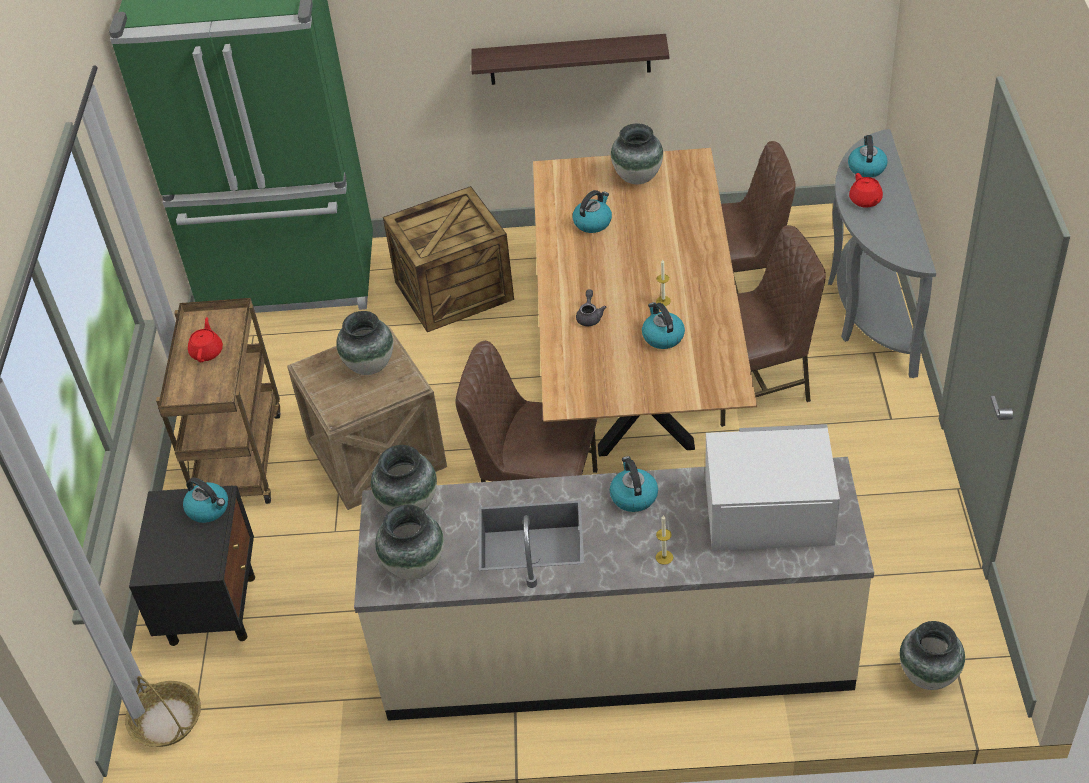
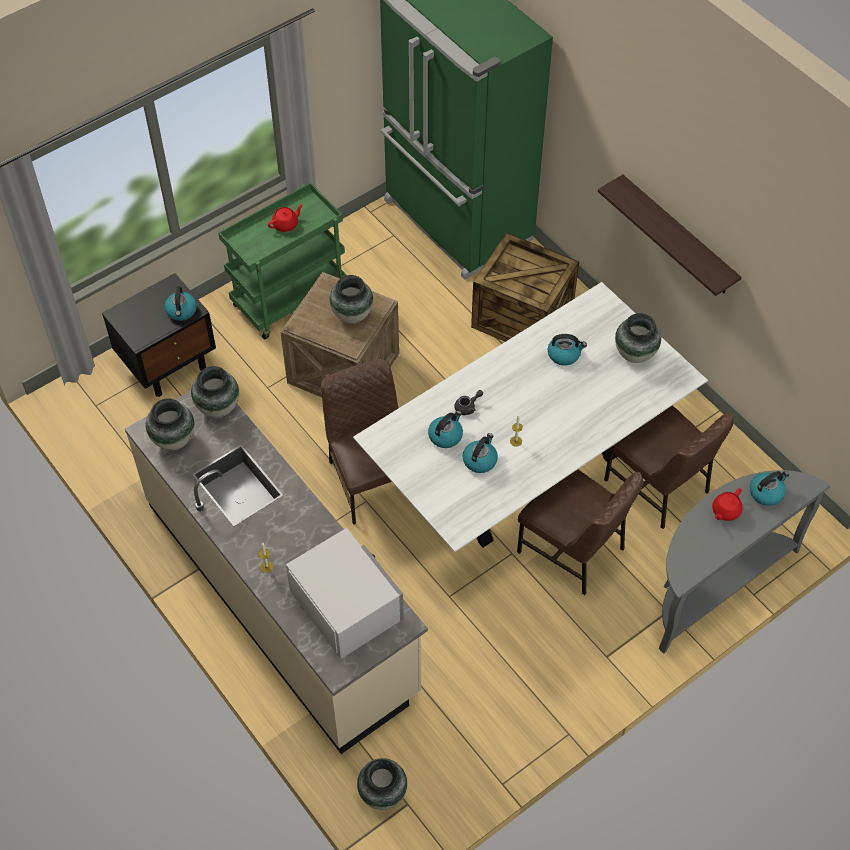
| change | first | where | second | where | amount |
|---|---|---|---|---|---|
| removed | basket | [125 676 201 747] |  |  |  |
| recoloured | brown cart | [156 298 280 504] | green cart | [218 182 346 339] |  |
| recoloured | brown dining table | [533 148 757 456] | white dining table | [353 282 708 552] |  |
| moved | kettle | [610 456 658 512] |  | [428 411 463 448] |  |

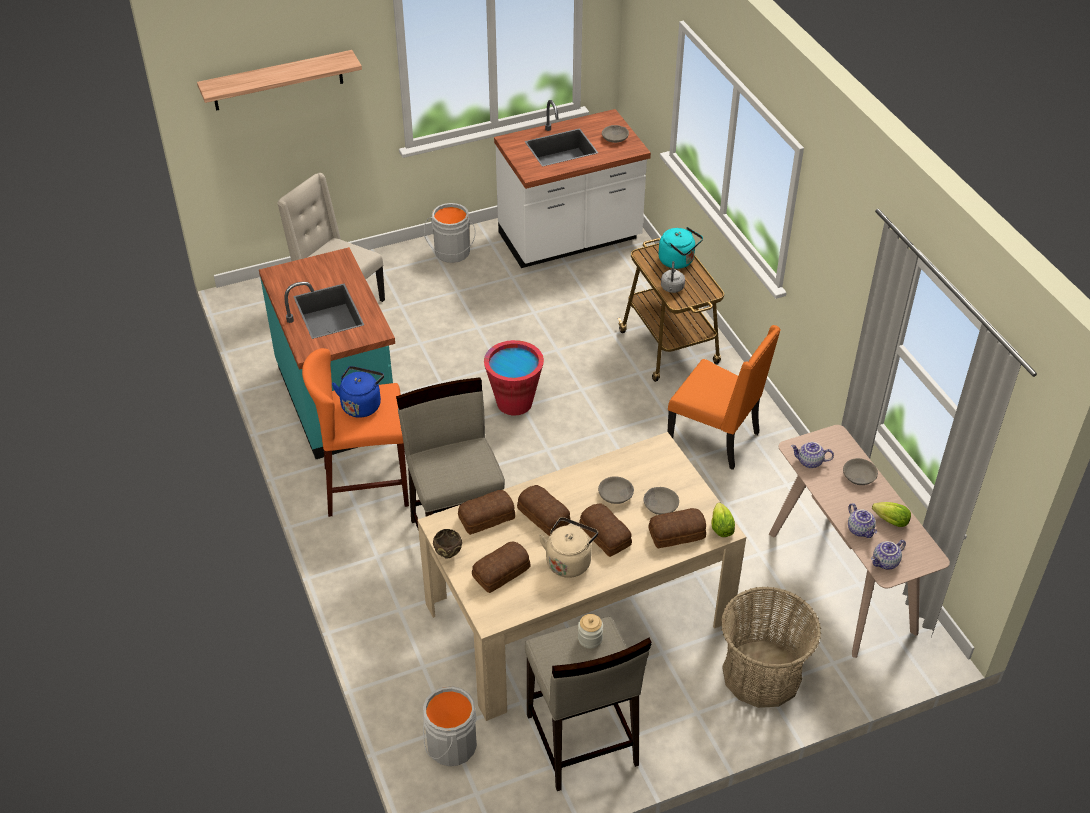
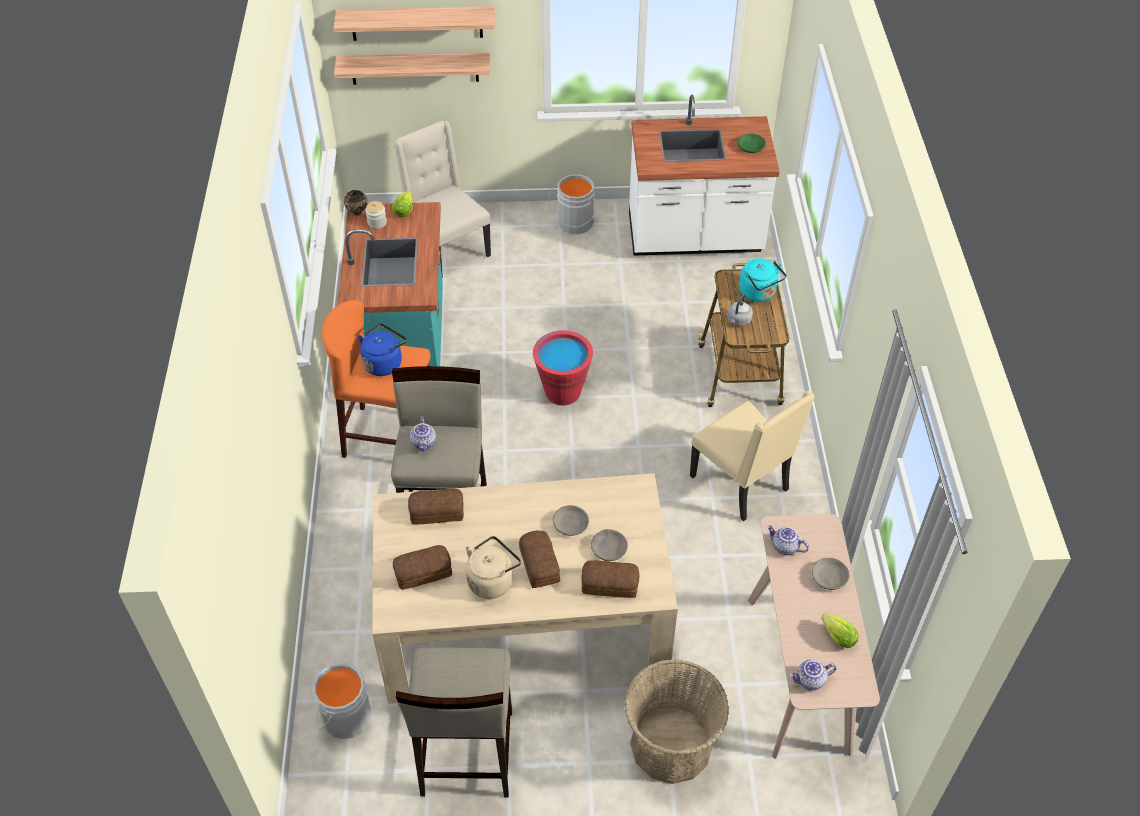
| change | first | where | second | where | amount |
|---|---|---|---|---|---|
| moved | brown bowl | [433 529 462 559] |  | [344 190 368 216] |  |
| removed | bread | [517 485 571 536] |  |  |  |
| moved | jar | [578 614 603 649] |  | [365 201 387 229] |  |
| recoloured | grey bowl | [602 125 629 143] | green bowl | [737 134 766 153] |  |
| recoloured | orange chair | [668 325 781 470] | beige chair | [690 390 815 521] |  |
| moved | lettuce | [712 503 735 537] |  | [392 191 413 217] |  |
| moved | teapot | [848 503 877 538] |  | [410 416 436 452] |  |
| added |  |  | shelf | [334 52 490 85] |  |

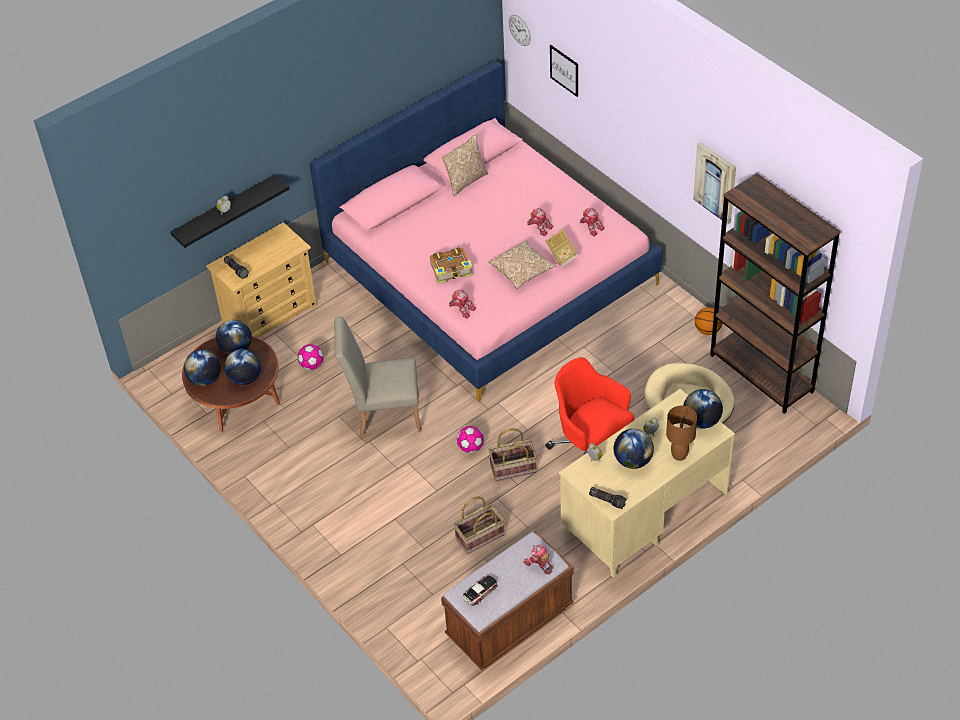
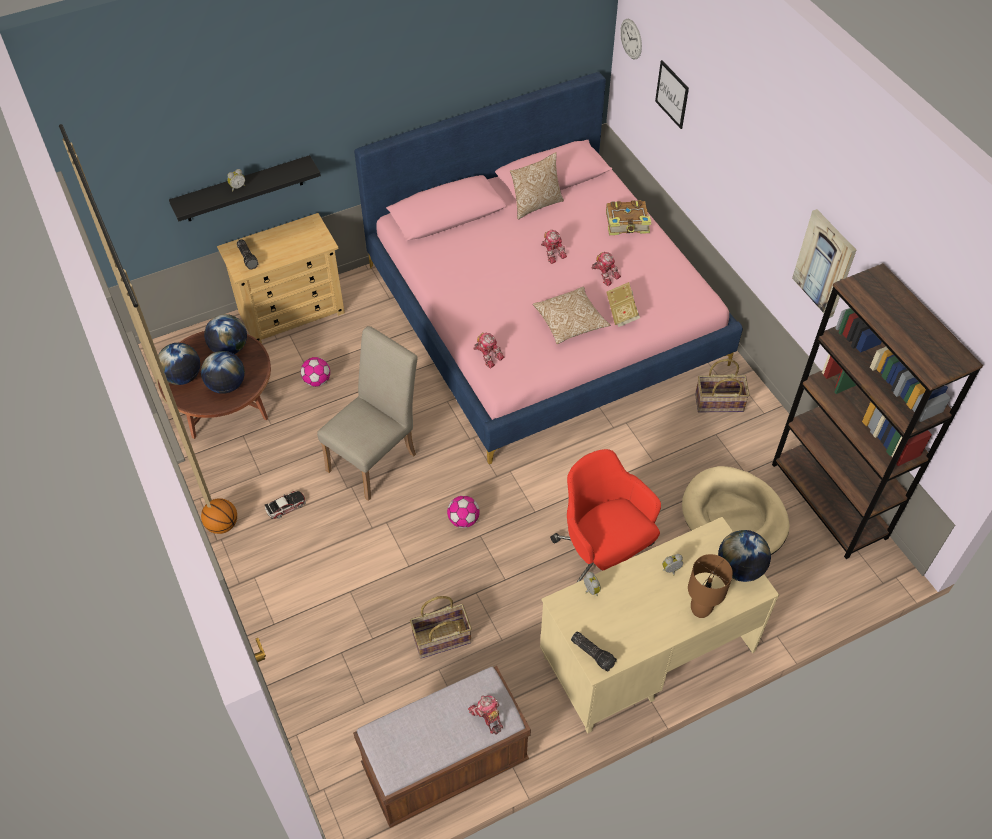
| change | first | where | second | where | amount |
|---|---|---|---|---|---|
| turned | beige chair | [334 316 421 437] |  | [317 326 418 501] | 120 degrees clockwise |
| moved | book | [430 247 473 284] |  | [606 200 651 235] |  |
| moved | toy car | [463 575 498 606] |  | [265 491 306 519] |  |
| moved | basket | [488 428 537 481] |  | [695 359 749 412] |  |
| moved | toy robot | [580 208 605 236] |  | [541 230 567 264] |  |
| removed | globe | [613 429 654 469] |  |  |  |
| moved | basketball | [695 307 723 335] |  | [201 498 237 534] |  |

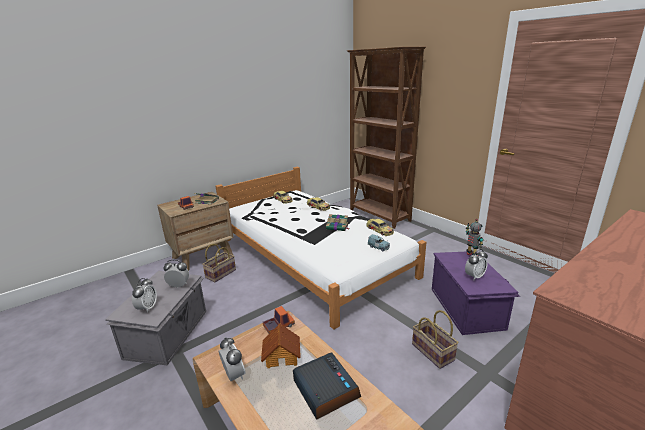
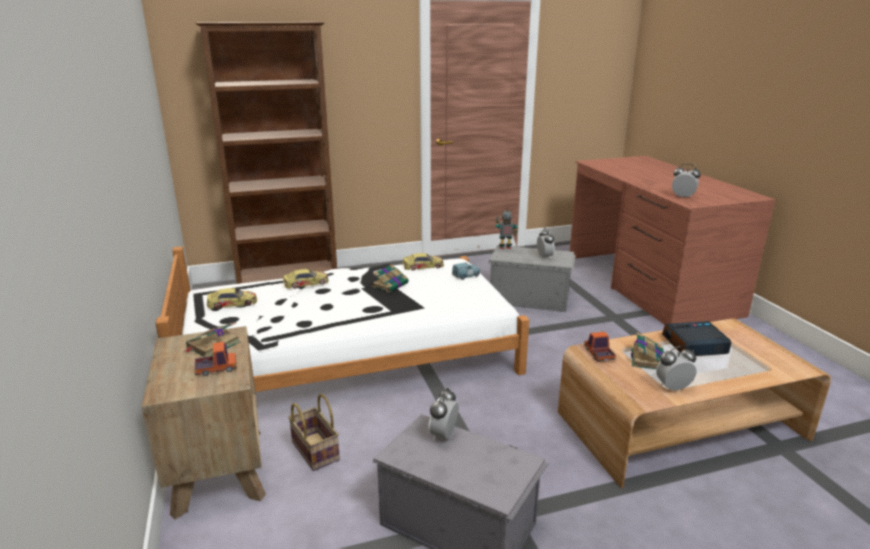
| change | first | where | second | where | amount |
|---|---|---|---|---|---|
| moved | alarm clock | [132 278 157 313] |  | [672 164 701 198] |  |
| replaced | toy house | [261 324 301 368] | book | [631 332 664 369] |  |
| removed | basket | [412 310 459 369] |  |  |  |
| recoloured | purple storage box | [432 252 520 335] | grey storage box | [488 245 575 312] |  |

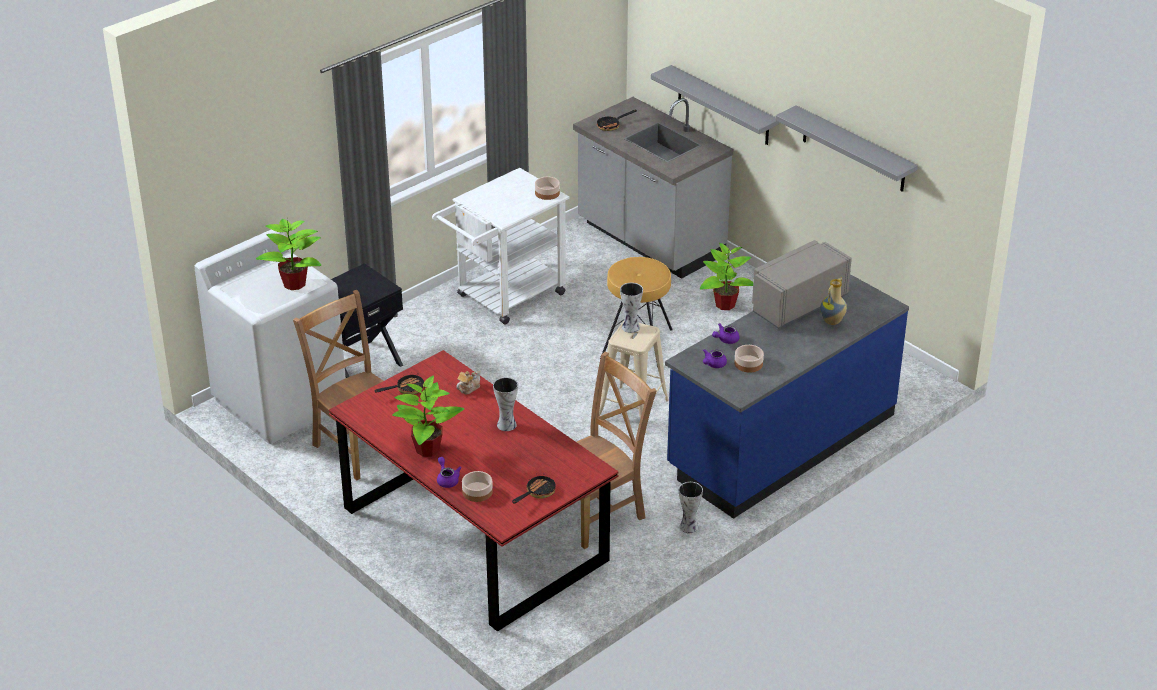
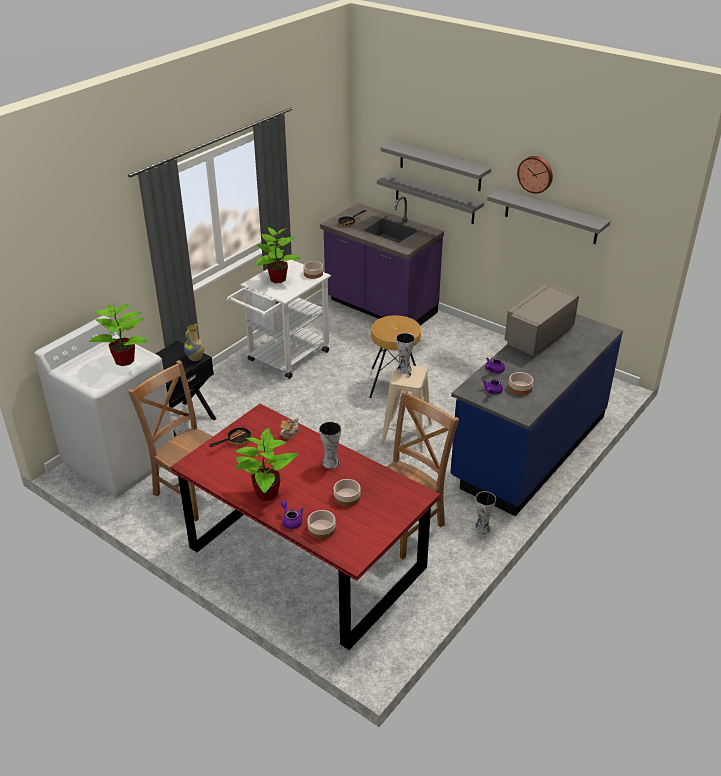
| change | first | where | second | where | amount |
|---|---|---|---|---|---|
| removed | frying pan | [512 474 556 503] |  |  |  |
| recoloured | grey counter | [573 97 733 279] | purple counter | [320 196 444 326] |  |
| moved | potted plant | [700 243 753 310] |  | [255 227 300 283] |  |
| moved | vase | [820 278 847 325] |  | [184 324 205 361] |  |
| added |  |  | bowl | [334 479 361 507] |  |
| added |  |  | grey shelf | [381 141 491 191] |  |
| added |  |  | wall clock | [517 156 553 194] |  |

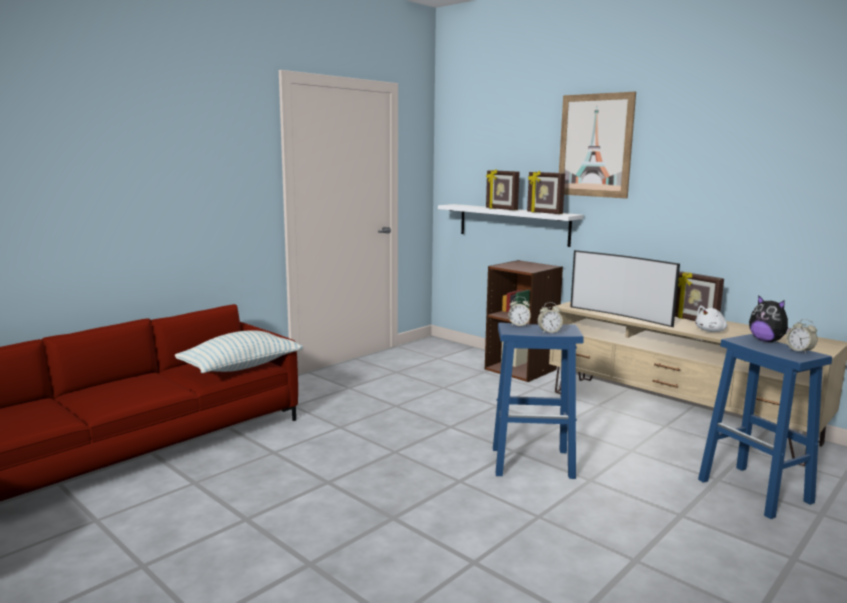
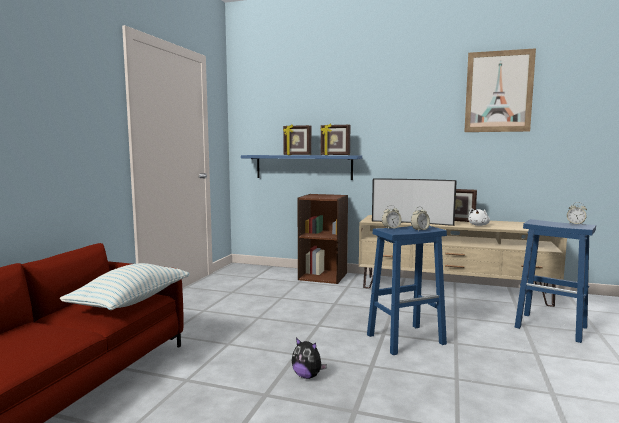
| change | first | where | second | where | amount |
|---|---|---|---|---|---|
| recoloured | white shelf | [438 204 583 247] | blue shelf | [241 155 362 180] |  |
| moved | picture | [559 92 636 199] |  | [464 48 536 132] |  |
| moved | plush toy | [749 295 791 342] |  | [292 338 327 379] |  |

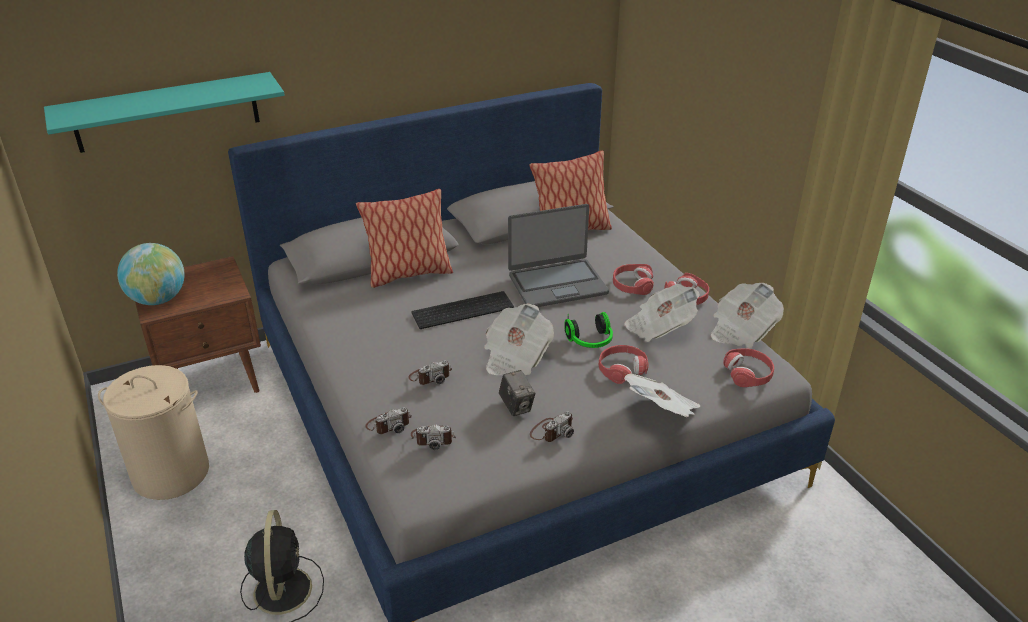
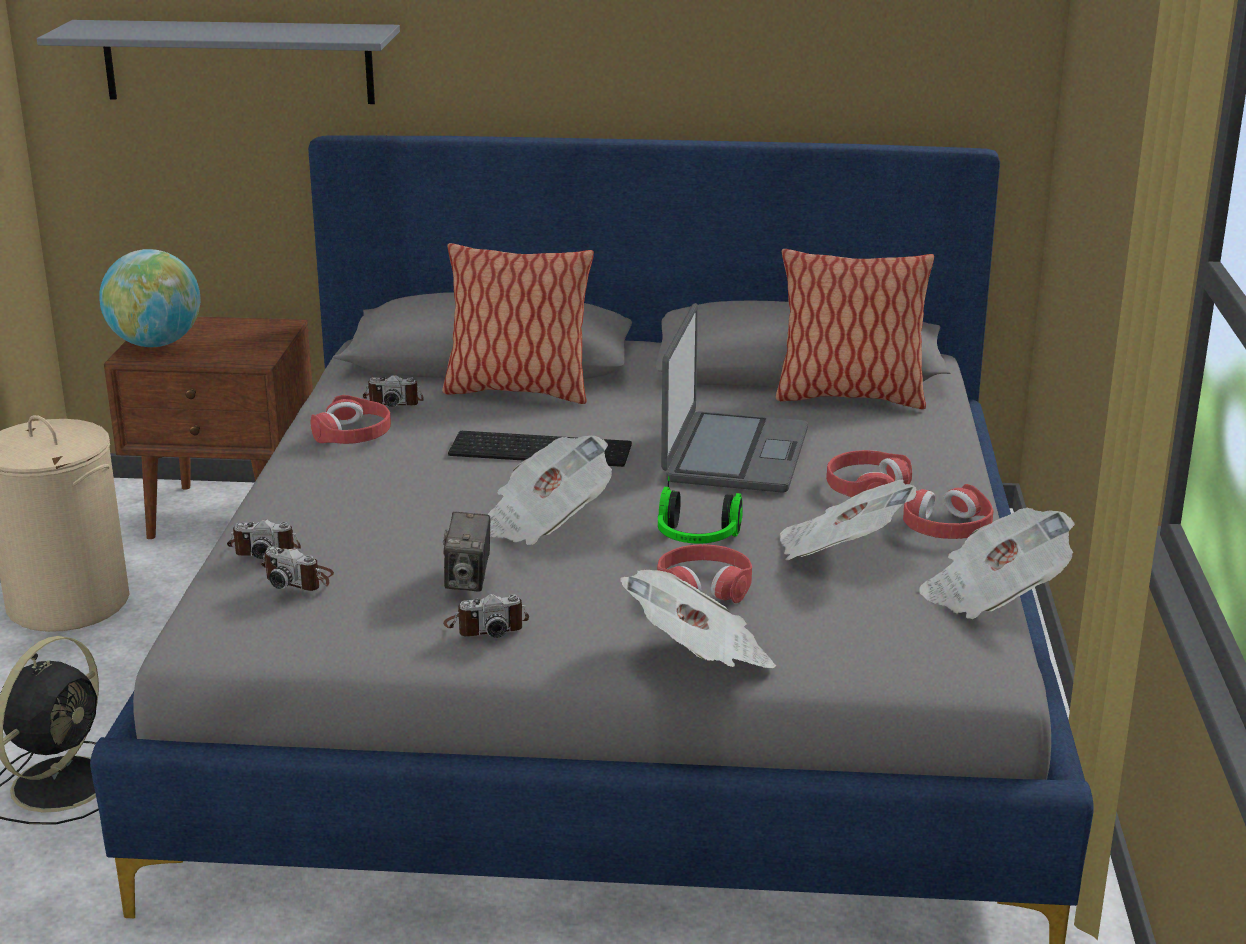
| change | first | where | second | where | amount |
|---|---|---|---|---|---|
| recoloured | turquoise shelf | [44 72 285 153] | grey shelf | [37 20 400 104] |  |
| moved | photo camera | [408 360 452 385] |  | [363 375 424 407] |  |
| turned | laptop | [508 204 609 307] |  | [661 303 808 493] | 90 degrees counterclockwise |
| moved | red headphones | [723 348 774 387] |  | [310 395 391 444] |  |

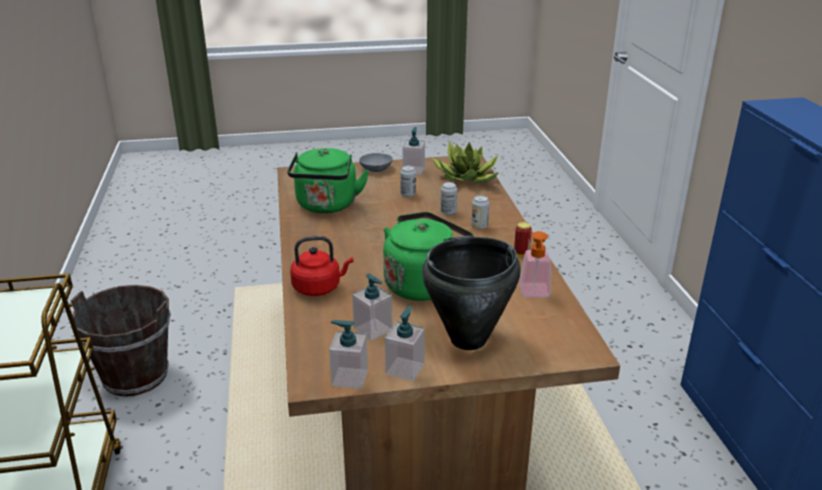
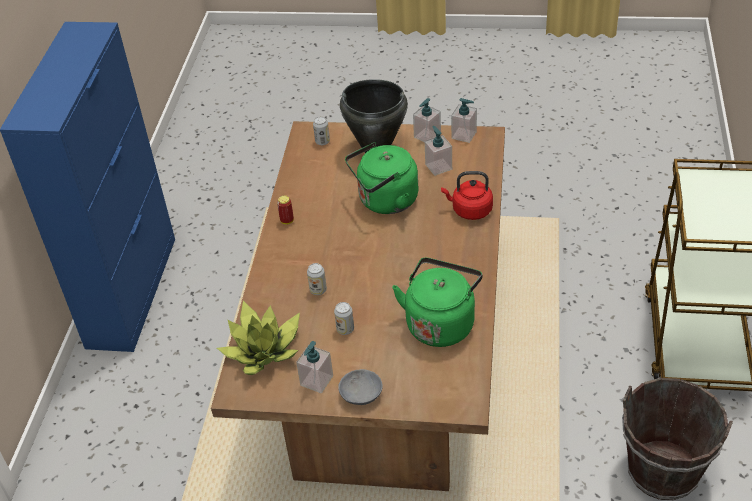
| change | first | where | second | where | amount |
|---|---|---|---|---|---|
| moved | can | [471 195 489 229] |  | [313 116 330 145] |  |
| removed | soap dispenser | [519 231 551 297] |  |  |  |

